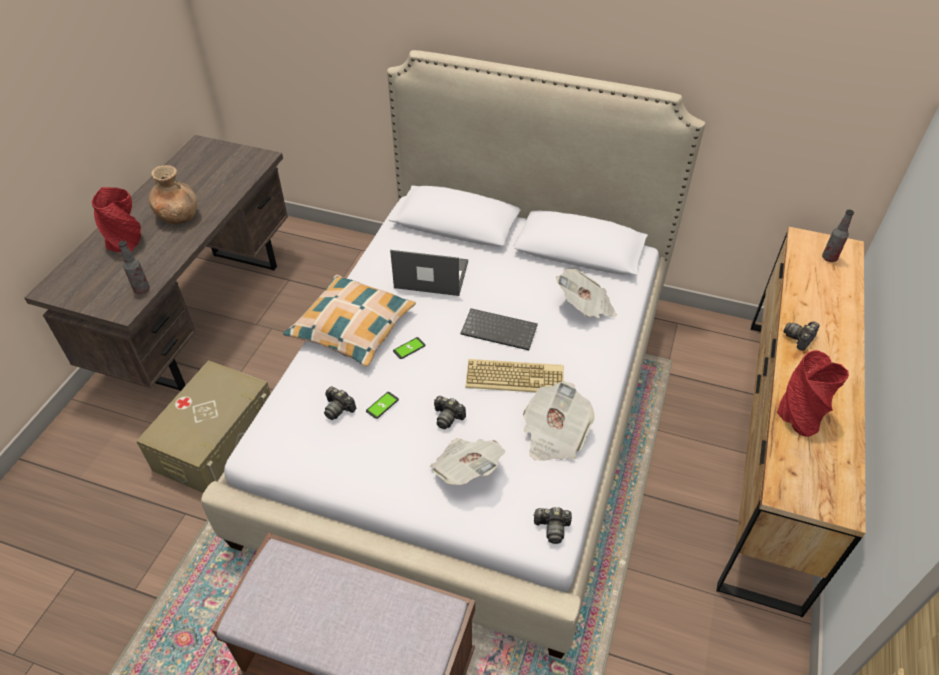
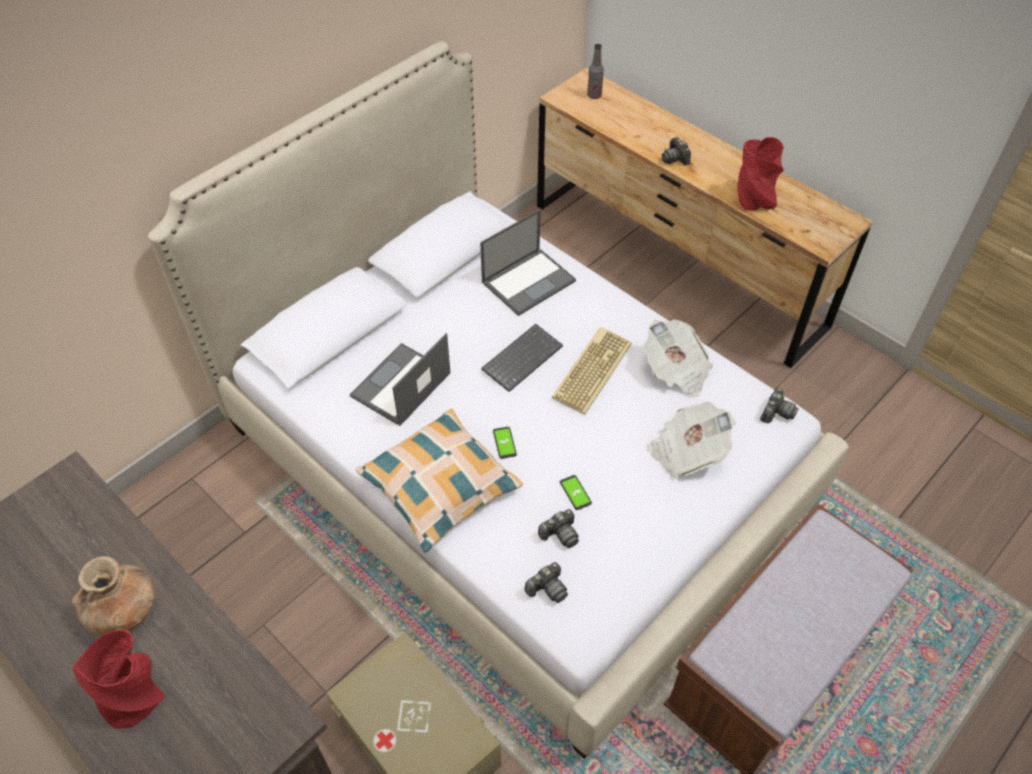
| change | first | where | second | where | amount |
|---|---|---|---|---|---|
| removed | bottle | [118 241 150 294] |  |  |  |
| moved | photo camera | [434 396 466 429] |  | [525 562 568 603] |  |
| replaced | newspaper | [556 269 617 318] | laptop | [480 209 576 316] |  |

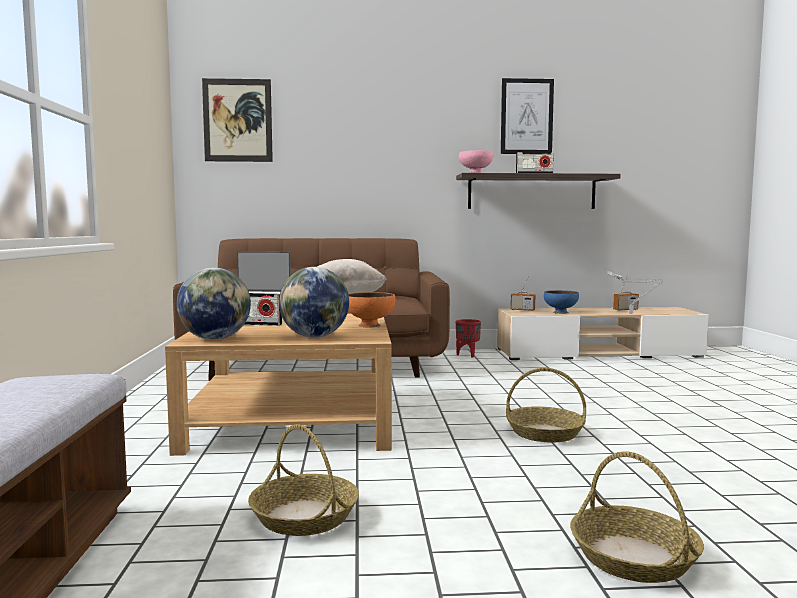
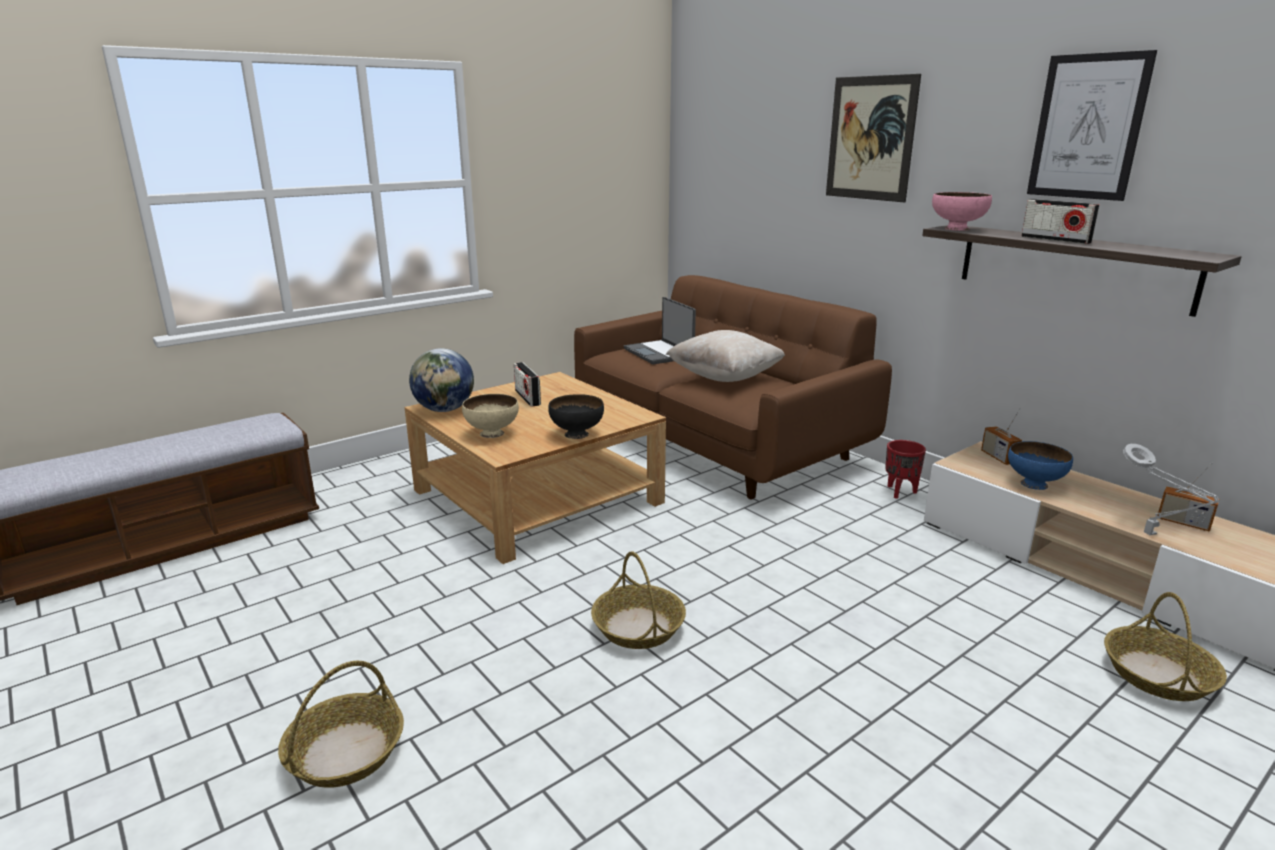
| change | first | where | second | where | amount |
|---|---|---|---|---|---|
| moved | picture | [202 78 273 162] |  | [826 74 921 202] |  |
| moved | basket | [248 424 359 536] |  | [1104 592 1227 701] |  |
| replaced | globe | [279 267 349 338] | beige bowl | [462 394 519 438] |  |
| recoloured | orange bowl | [348 292 395 327] | black bowl | [548 394 604 439] |  |

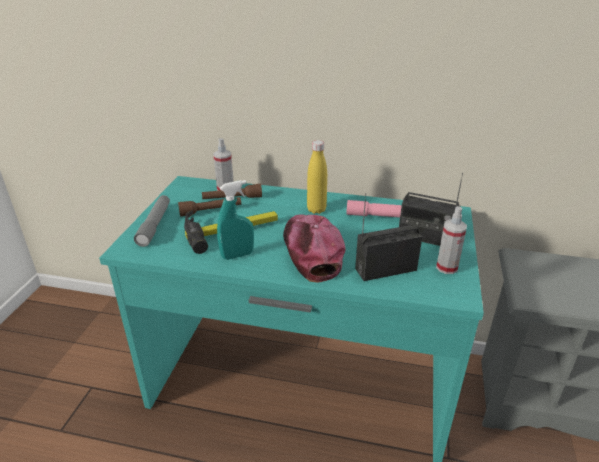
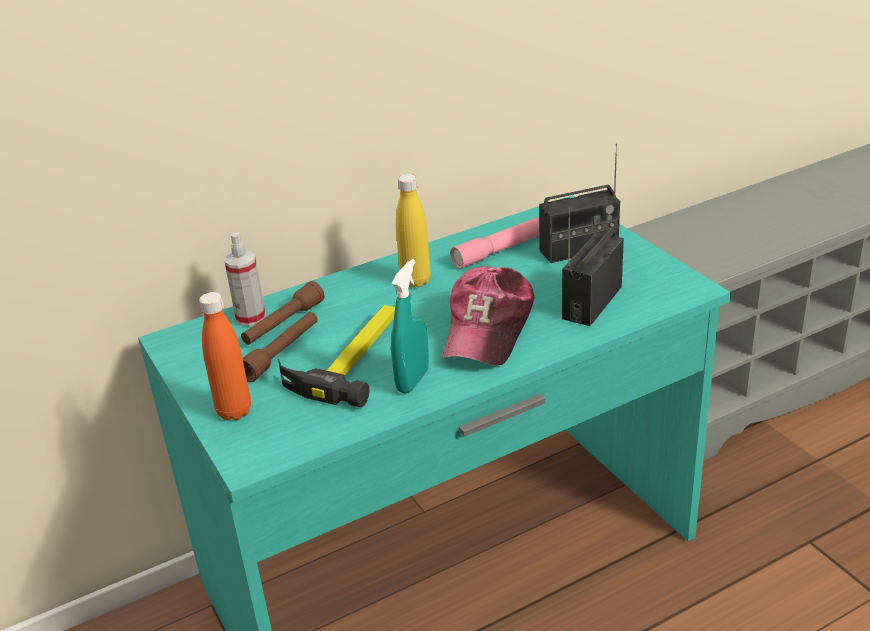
| change | first | where | second | where | amount |
|---|---|---|---|---|---|
| replaced | grey flashlight | [134 195 170 247] | orange bottle | [199 292 251 421] |  |
| turned | cap | [283 214 345 283] |  | [442 266 534 365] | 105 degrees counterclockwise |
| removed | spray bottle | [436 206 467 274] |  |  |  |

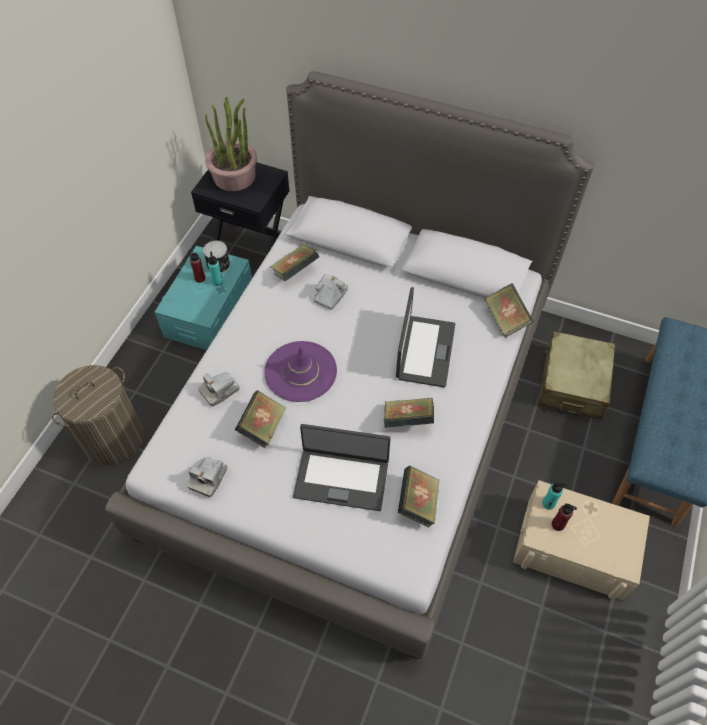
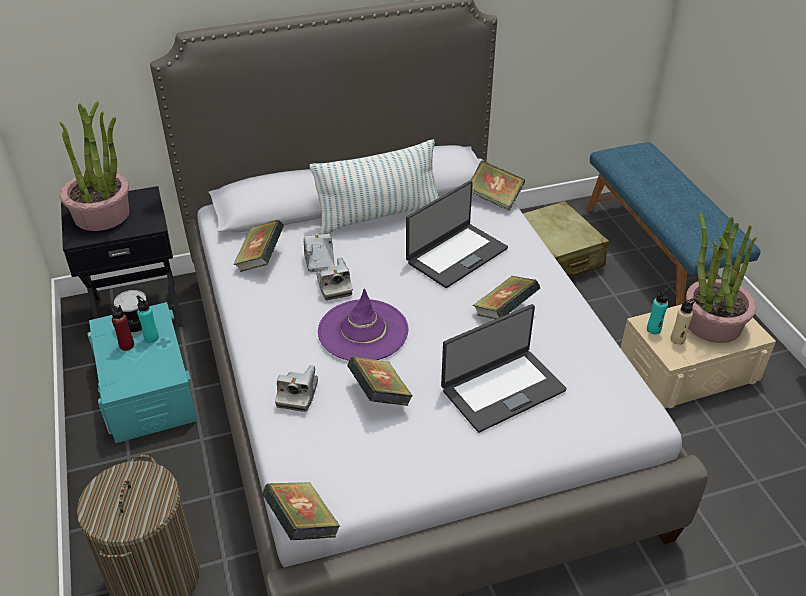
| change | first | where | second | where | amount |
|---|---|---|---|---|---|
| moved | photo camera | [187 457 227 497] |  | [317 257 353 300] |  |
| turned | laptop | [396 287 455 387] |  | [406 181 508 288] | 75 degrees clockwise |
| moved | book | [398 466 440 527] |  | [262 482 340 540] |  |
| recoloured | red bottle | [552 503 577 531] | beige bottle | [671 298 696 345] |  |
| added |  |  | pillow | [310 139 439 235] |  |
| added |  |  | potted plant | [686 212 757 343] |  |

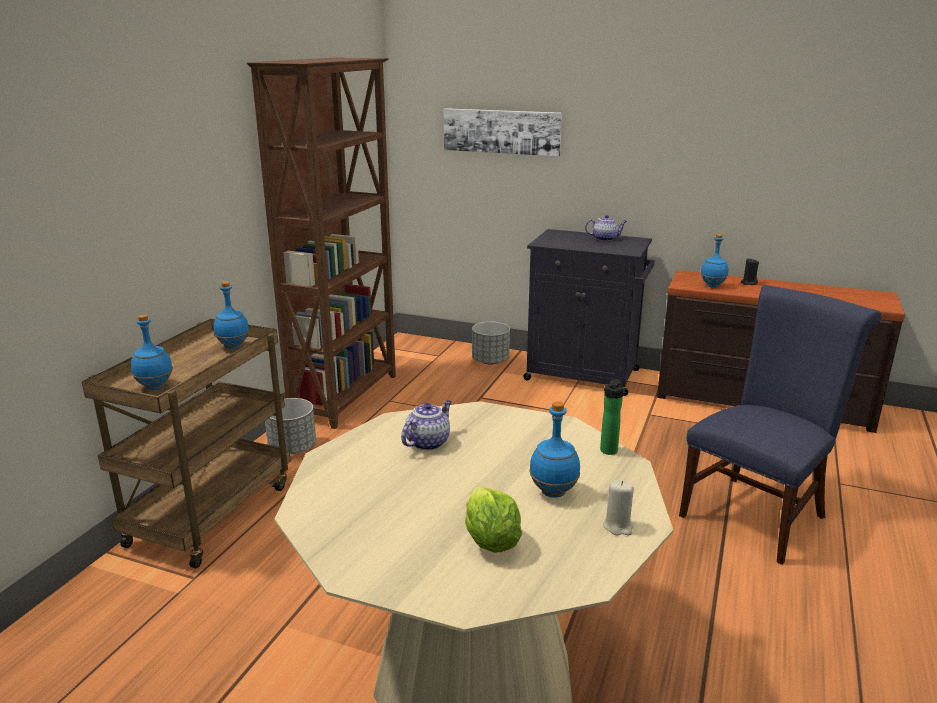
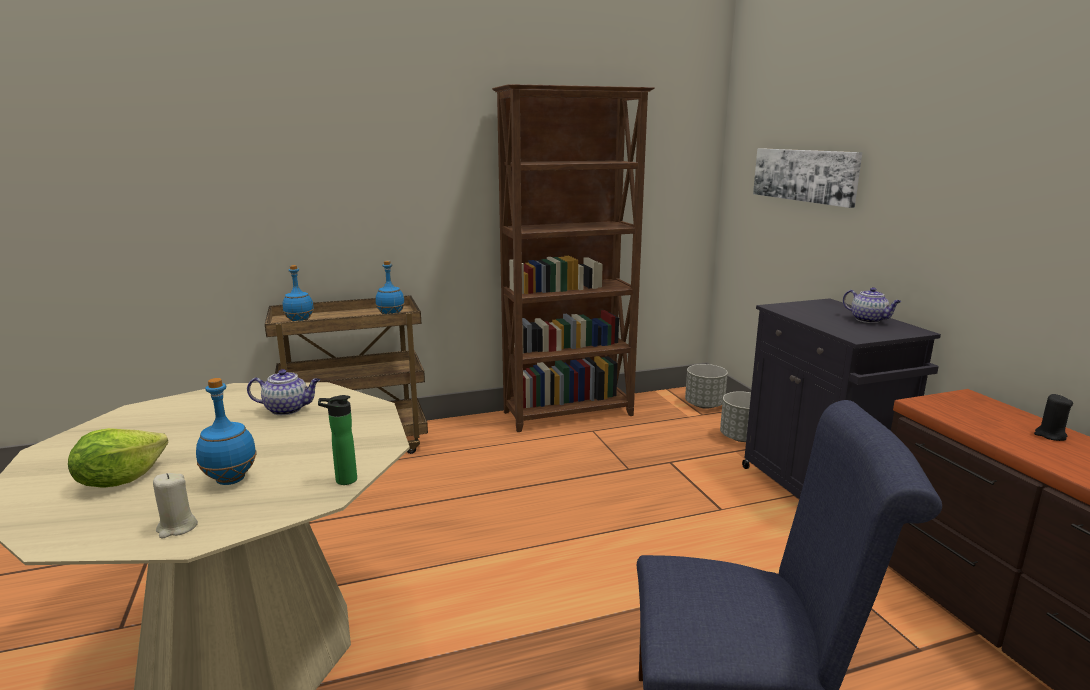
| change | first | where | second | where | amount |
|---|---|---|---|---|---|
| moved | grey planter | [265 398 316 454] |  | [685 364 728 409] |  |
| removed | blue bottle | [701 234 728 288] |  |  |  |

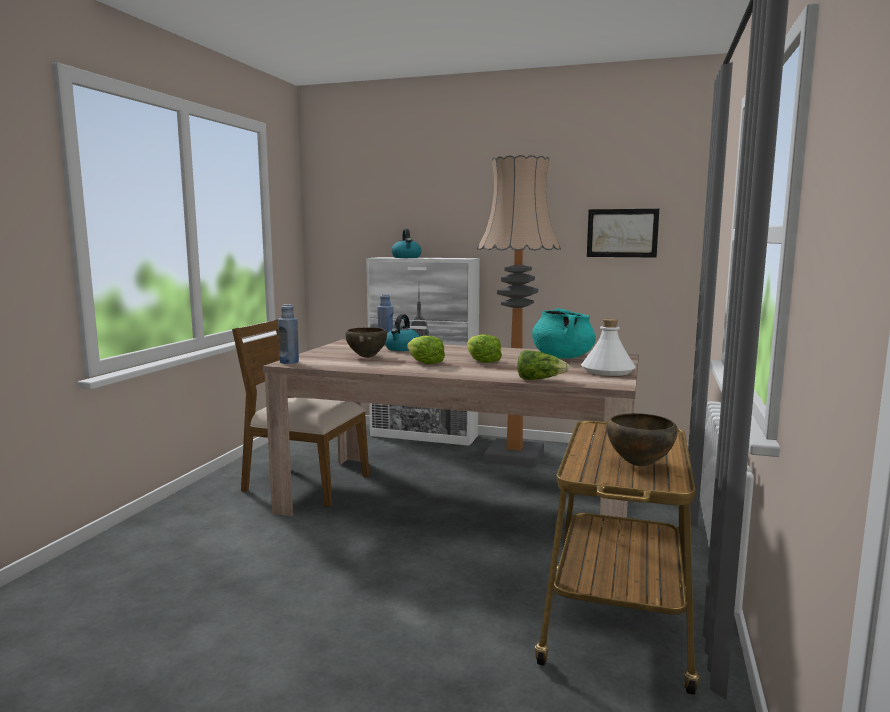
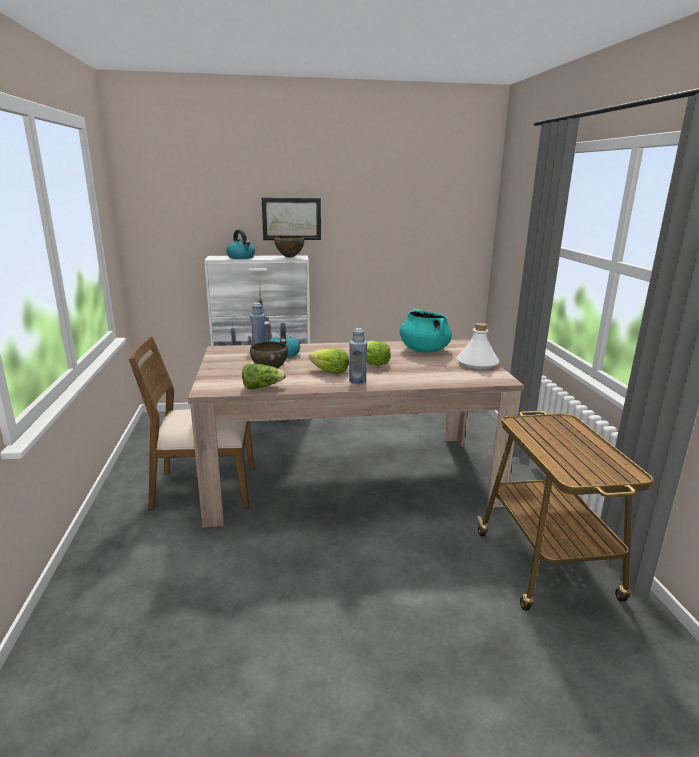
| change | first | where | second | where | amount |
|---|---|---|---|---|---|
| moved | blue bottle | [278 304 299 364] |  | [349 328 367 384] |  |
| removed | floor lamp | [477 155 561 468] |  |  |  |
| moved | lettuce | [518 350 570 380] |  | [242 364 286 389] |  |
| moved | picture | [587 209 659 258] |  | [262 198 321 240] |  |
| moved | brown bowl | [606 413 678 466] |  | [274 236 304 258] |  |

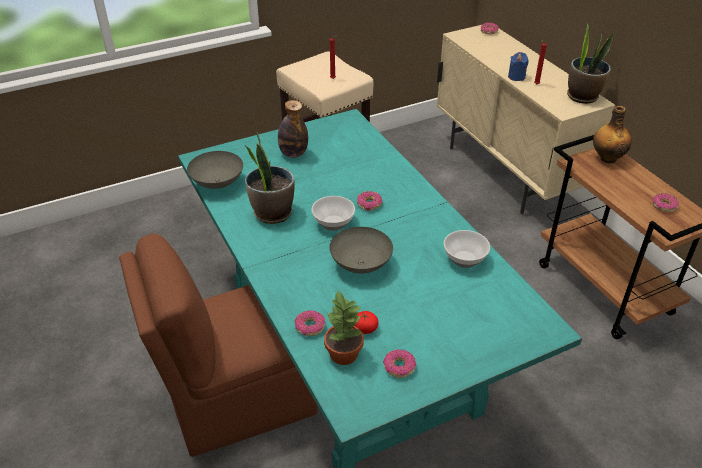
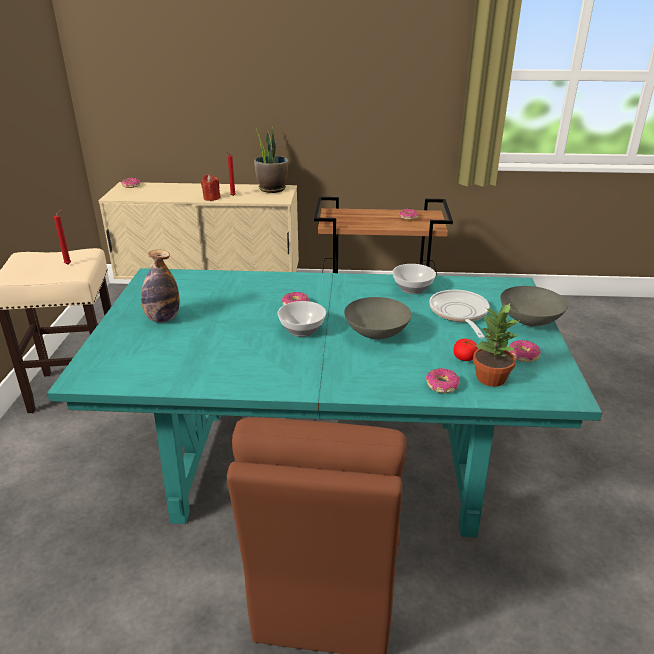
| change | first | where | second | where | amount |
|---|---|---|---|---|---|
| moved | grey bowl | [187 151 243 189] |  | [500 286 568 327] |  |
| removed | potted plant | [244 132 295 224] |  |  |  |
| recoloured | blue candle | [508 52 529 81] | red candle | [201 175 221 201] |  |
| removed | bottle | [593 106 632 163] |  |  |  |
| added |  |  | frying pan | [429 290 489 338] |  |

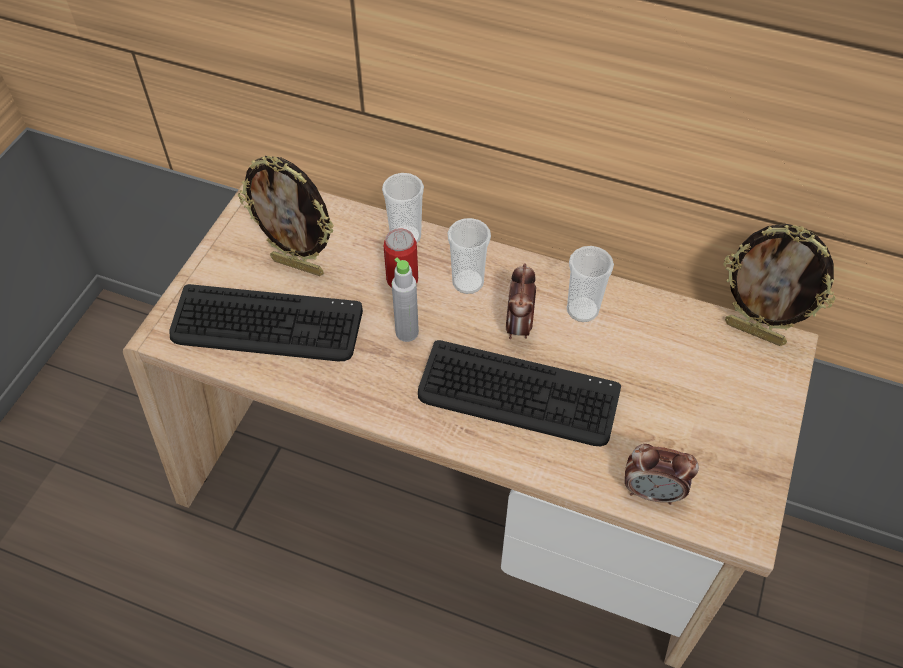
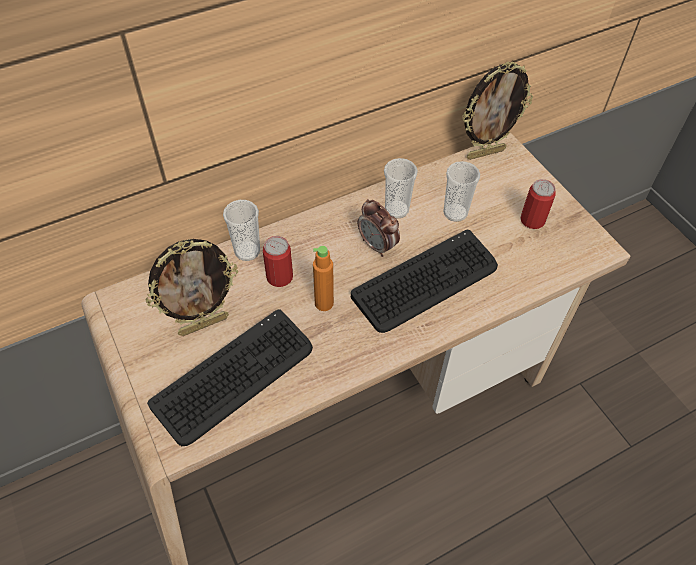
| change | first | where | second | where | amount |
|---|---|---|---|---|---|
| recoloured | grey bottle | [392 258 419 342] | orange bottle | [313 246 334 311] |  |
| moved | cup | [448 218 491 294] |  | [443 161 480 222] |  |
| removed | alarm clock | [625 444 699 505] |  |  |  |
| added |  |  | can | [521 179 556 229] |  |

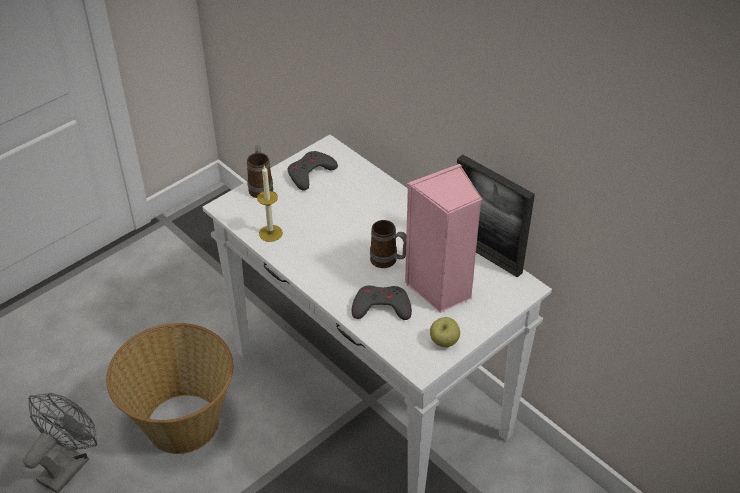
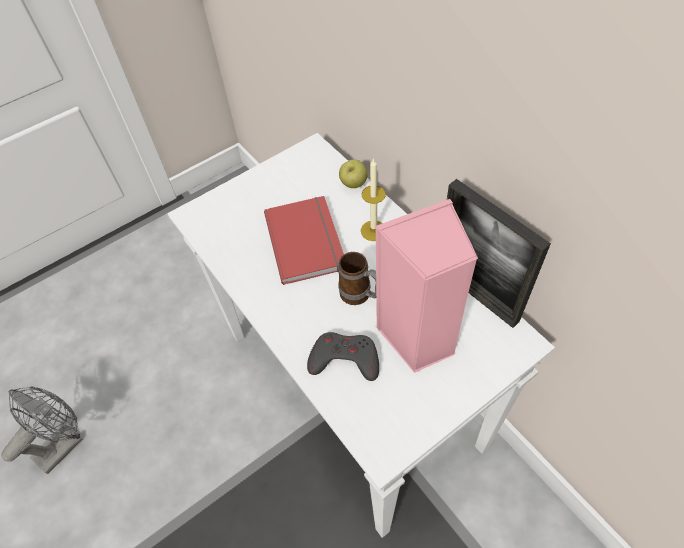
| change | first | where | second | where | amount |
|---|---|---|---|---|---|
| removed | basket | [106 323 233 454] |  |  |  |
| removed | mug | [247 145 273 198] |  |  |  |
| moved | candle | [257 166 283 242] |  | [361 158 386 241] |  |
| removed | grey game controller | [288 151 338 191] |  |  |  |
| moved | apple | [430 317 460 347] |  | [339 159 368 188] |  |
| added |  |  | red book | [264 196 344 285] |  |

